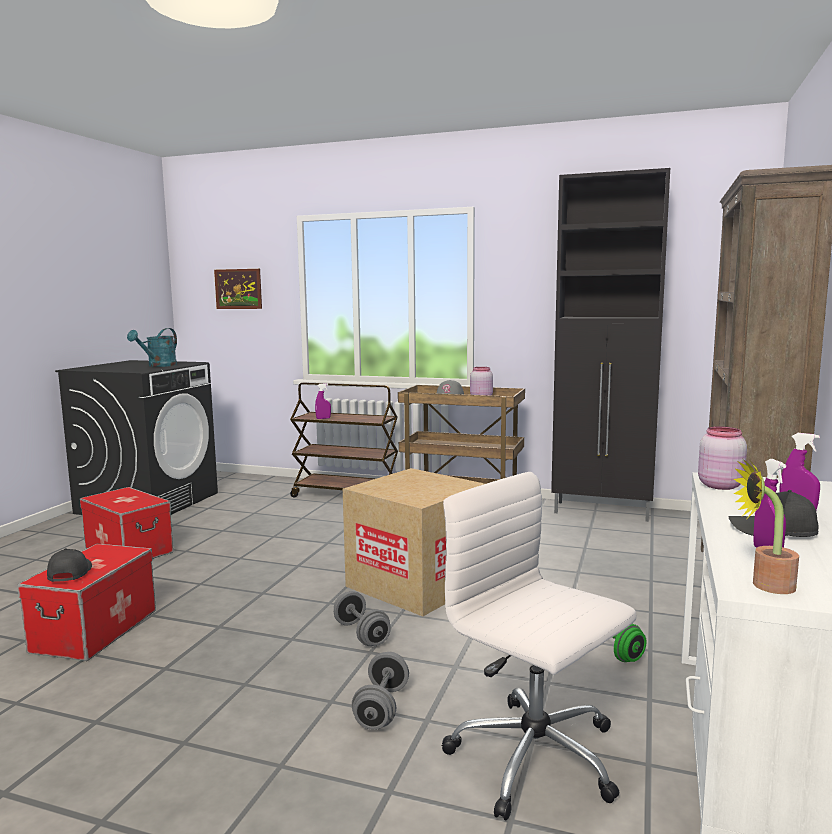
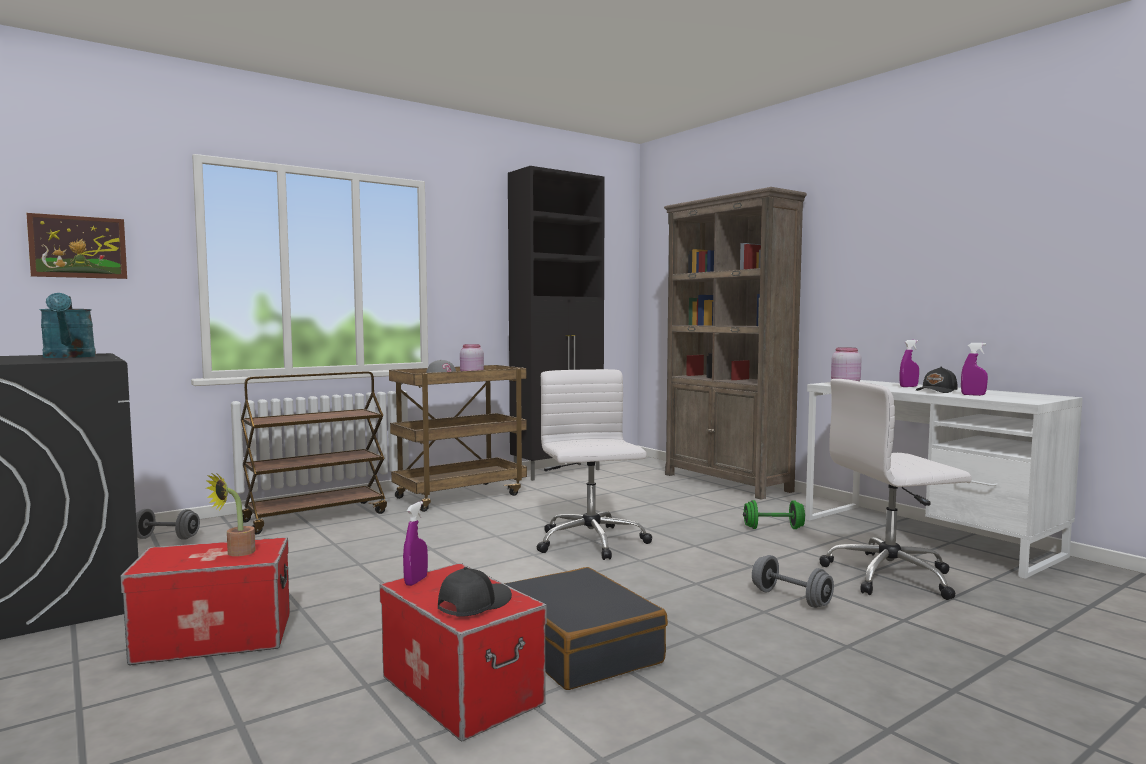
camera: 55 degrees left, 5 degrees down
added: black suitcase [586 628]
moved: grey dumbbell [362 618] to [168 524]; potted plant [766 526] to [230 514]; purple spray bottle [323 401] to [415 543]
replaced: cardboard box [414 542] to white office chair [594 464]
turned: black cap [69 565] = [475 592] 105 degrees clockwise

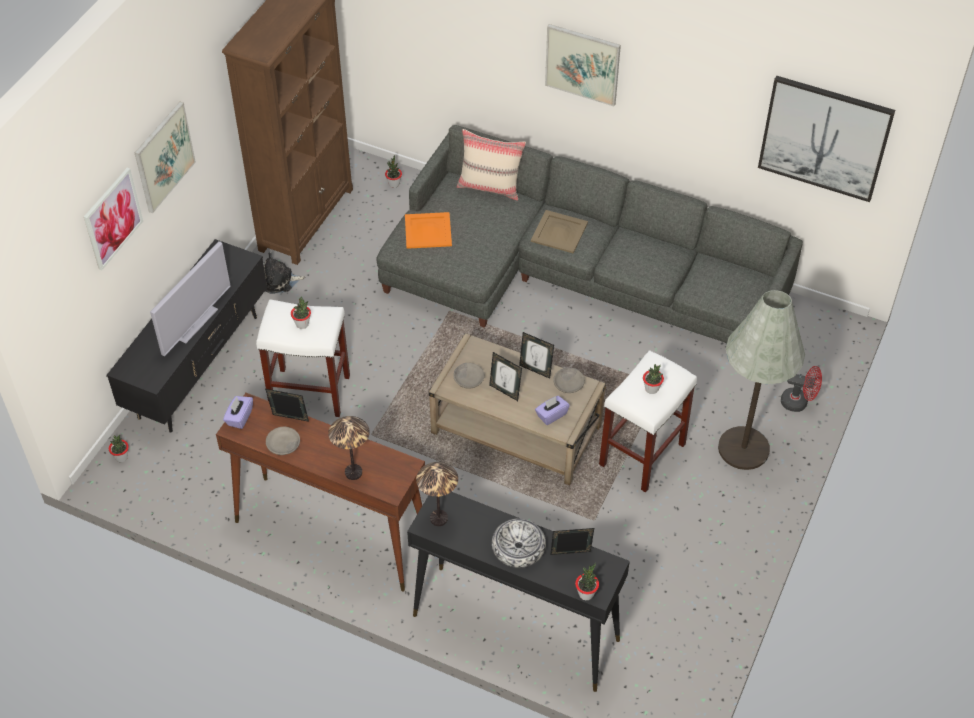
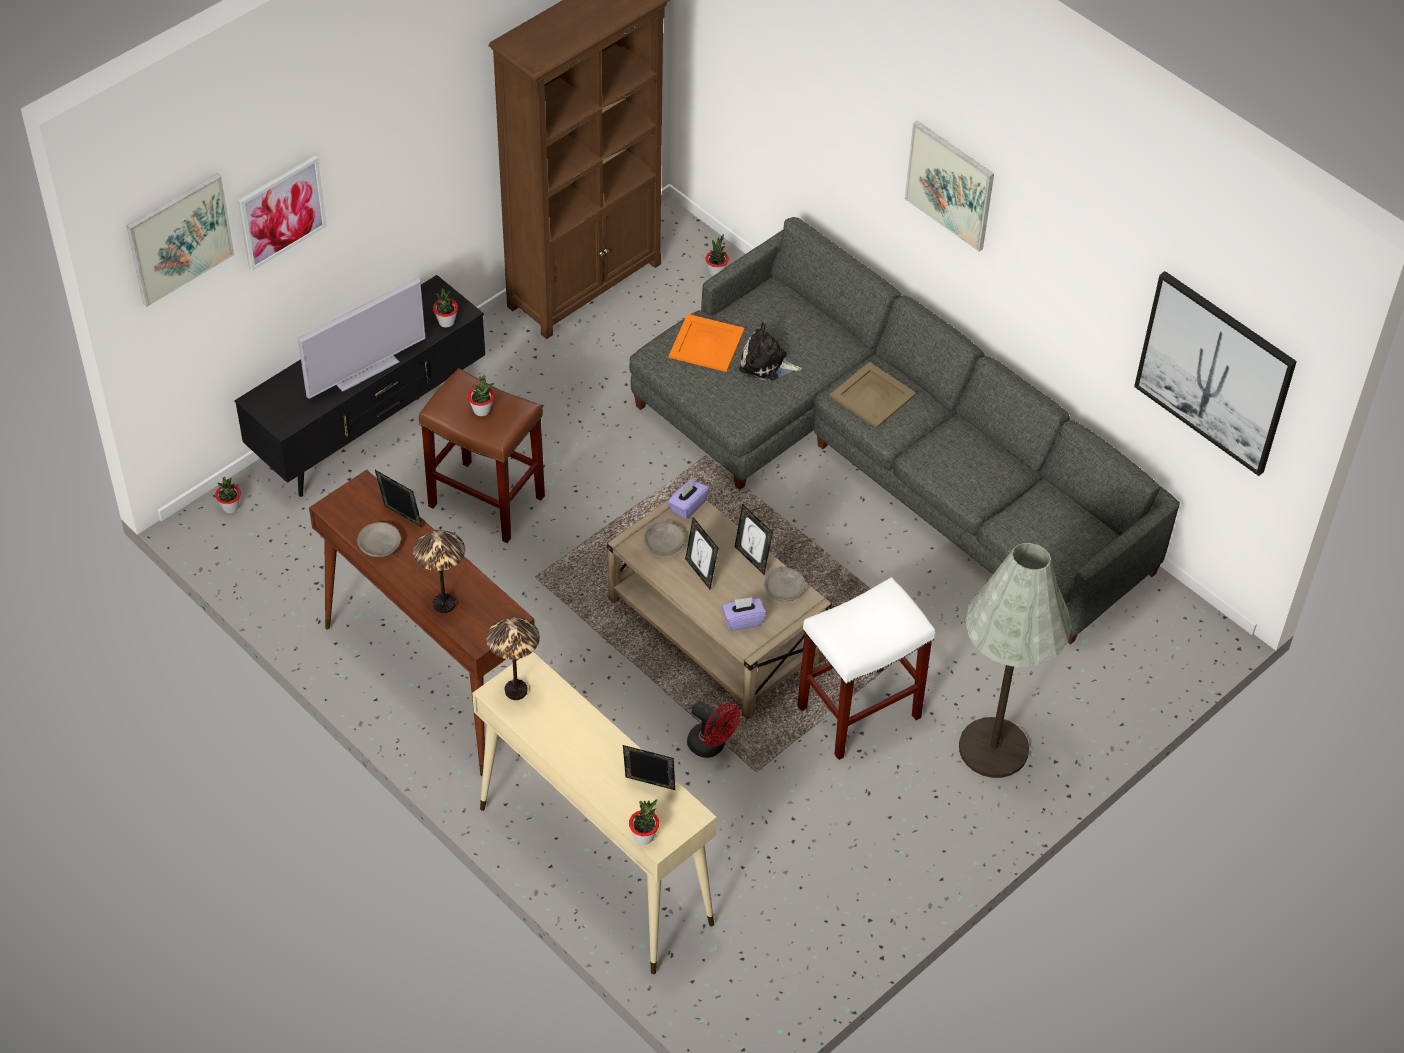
camera: 20 degrees right, 0 degrees up
removed: beige pillow [491 165]; bowl [519 543]
moved: picture [165 157] to [180 240]; potted plant [653 379] to [445 308]; purple tissue box [238 412] to [688 499]; red fan [801 389] to [713 729]; plush toy [284 273] to [770 351]
recoloured: white stool [303 358] to brown stool [482 455]; black console table [518 592] to beige console table [594 813]

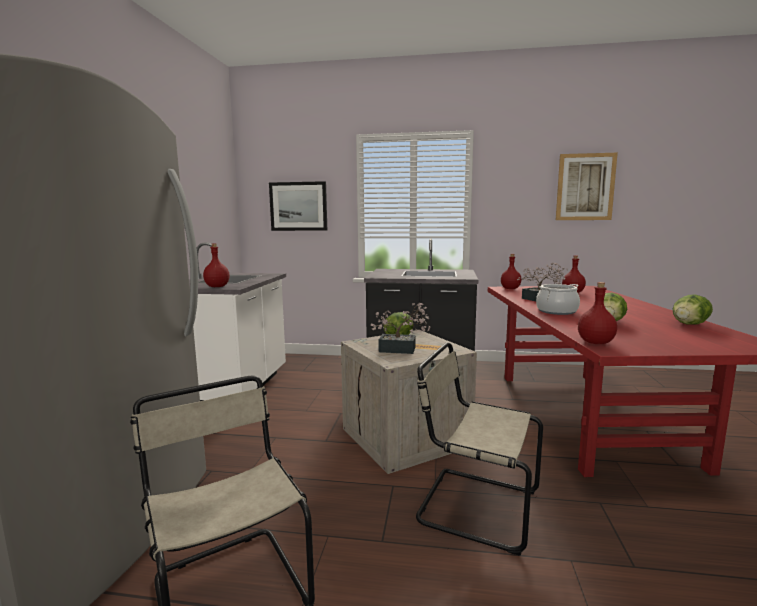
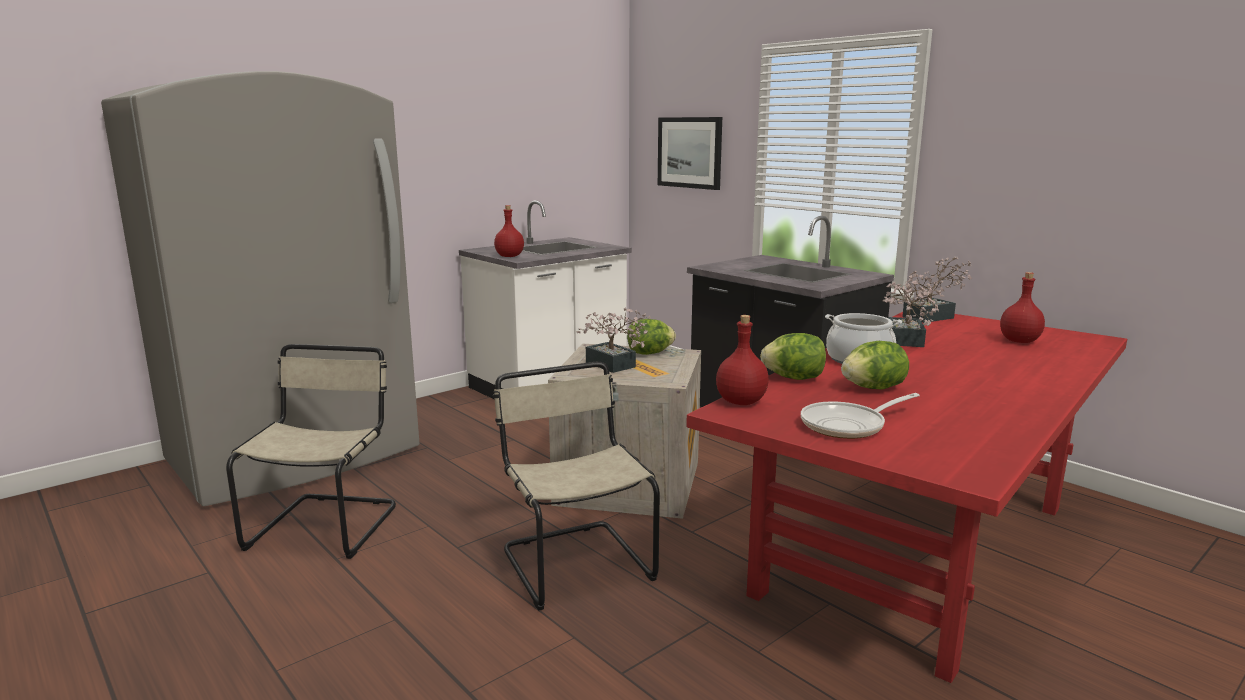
camera: 40 degrees right, 5 degrees up
removed: picture [587 186]
added: frying pan [860 416]
moved: lettuce [693 309] to [793 356]
replaced: red bottle [511 271] to potted plant [937 290]

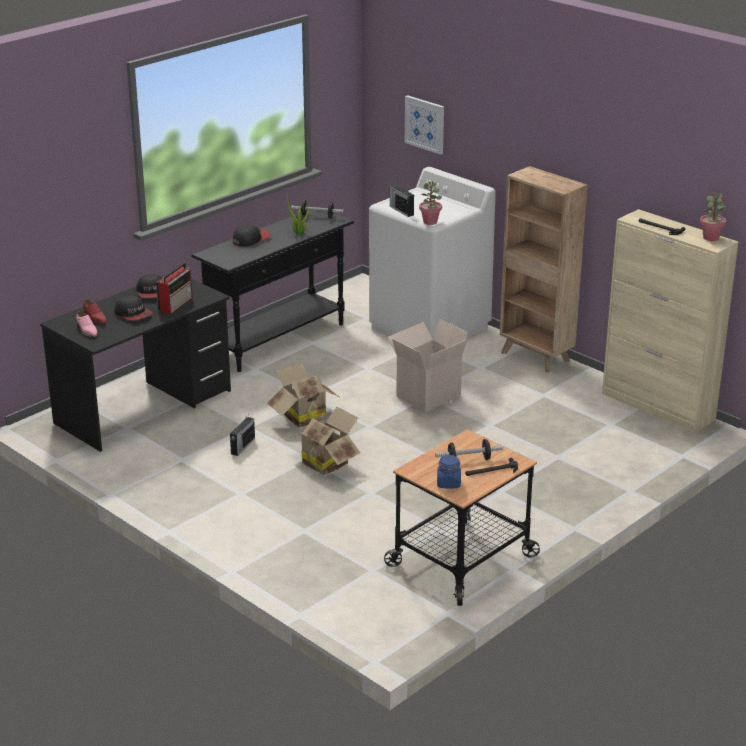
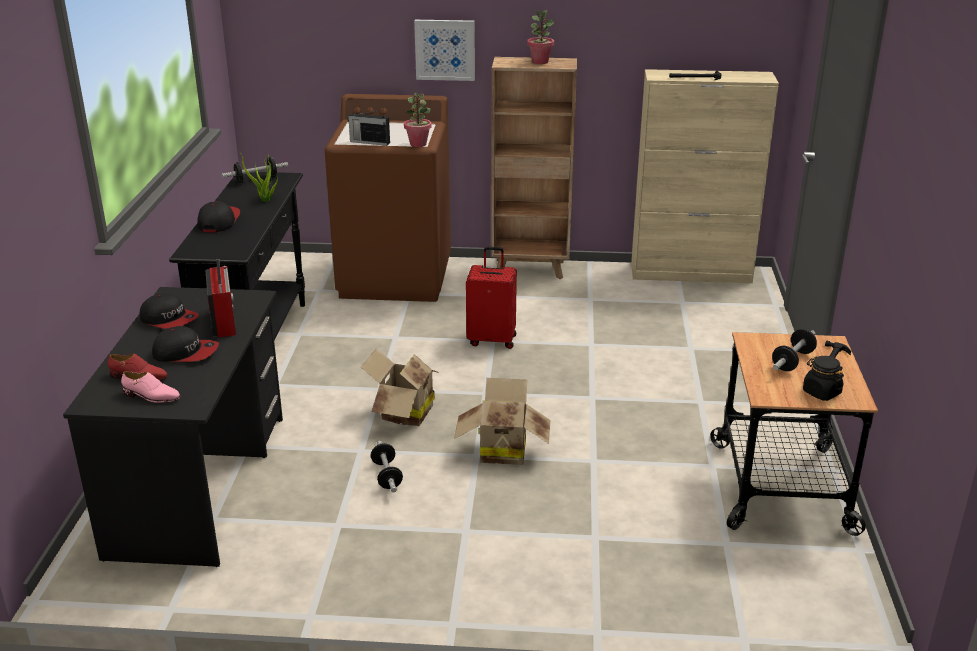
camera: 40 degrees left, 0 degrees up
moved: picture [424 125] to [444 50]; potted plant [713 216] to [540 37]
replaced: radio [242 435] to dumbbell [387 467]; cardboard box [428 365] to red suitcase [491 298]
recoloured: white washing machine [432 253] to brown washing machine [388 198]; blue jar [449 471] to black jar [823 378]

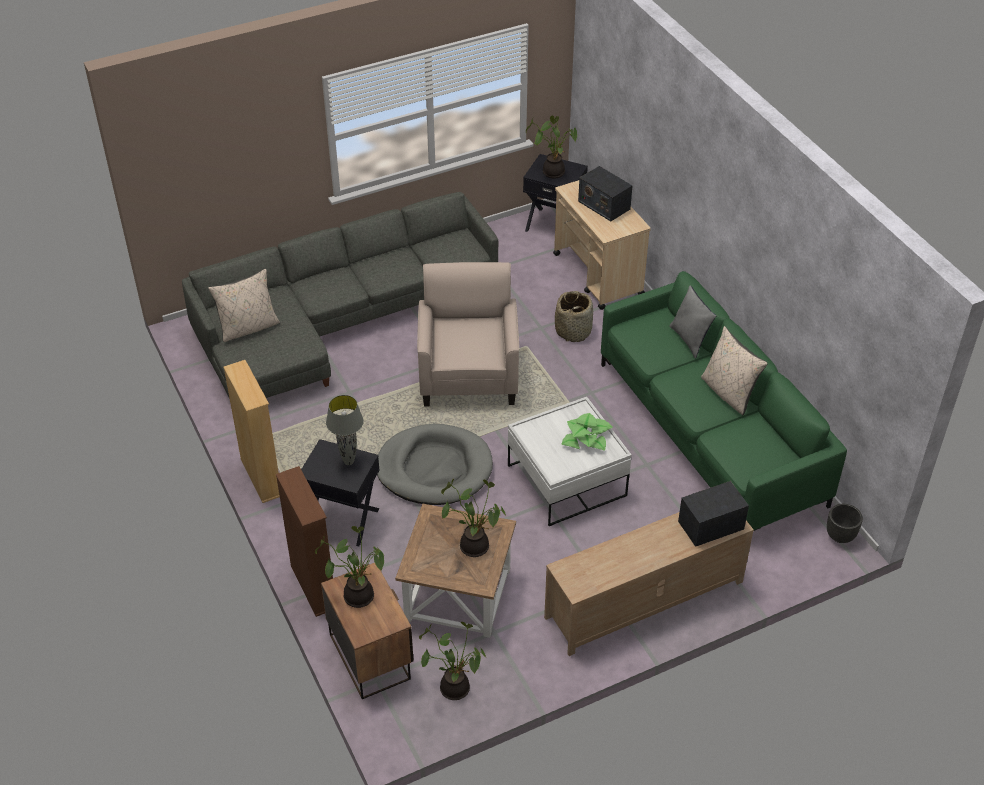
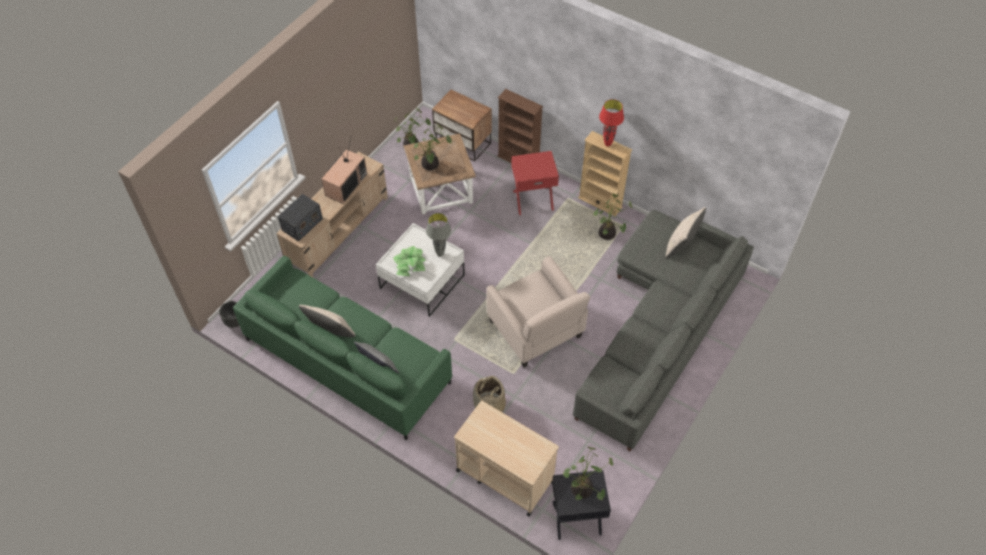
camera: 150 degrees right, 10 degrees up
removed: grey dog bed [435 464]; radio [605 193]
added: television [344 169]; red table lamp [611 122]
moved: grey table lamp [345 430] to [438 234]; potted plant [350 567] to [613 216]
recoloured: black side table [340 492] to red side table [535 183]

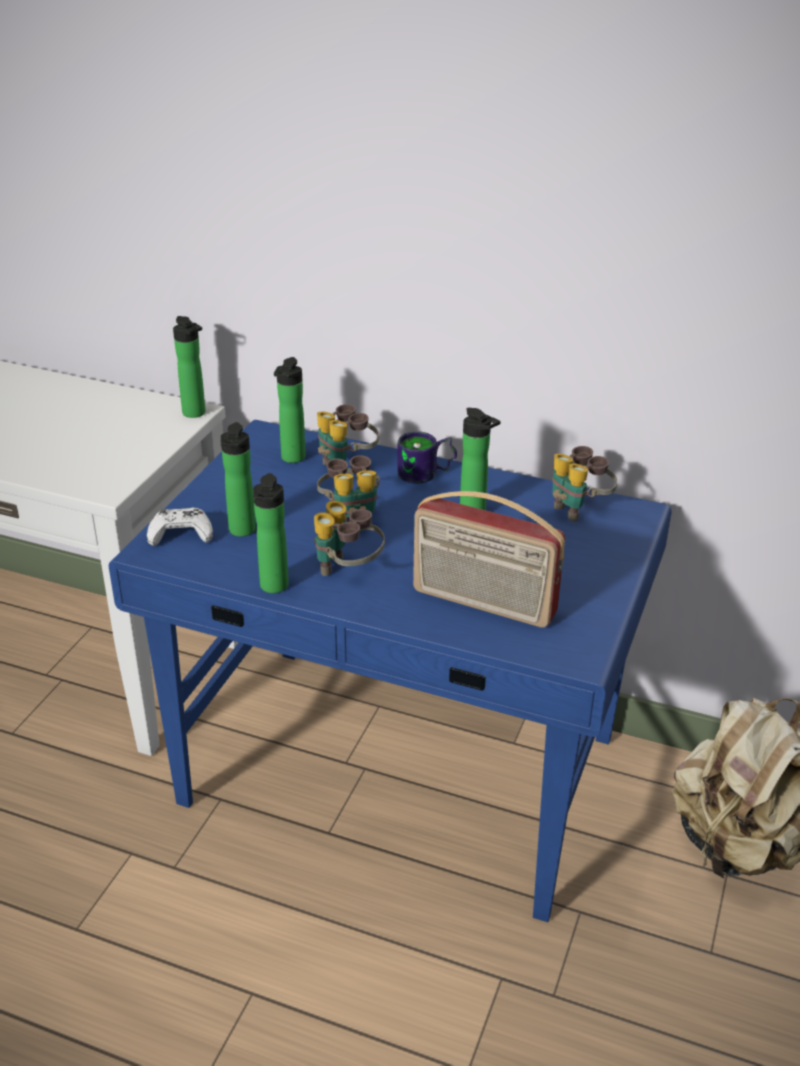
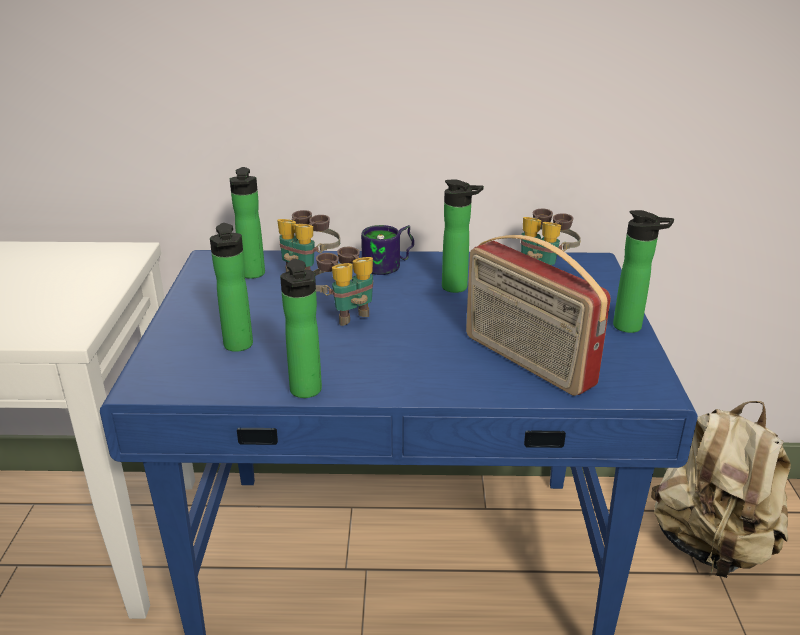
camera: 20 degrees left, 5 degrees down
removed: white game controller [180 527]; binoculars [349 538]
moved: bottle [189 367] to [643 271]
turned: radio [489 559] = [538 315] 45 degrees clockwise

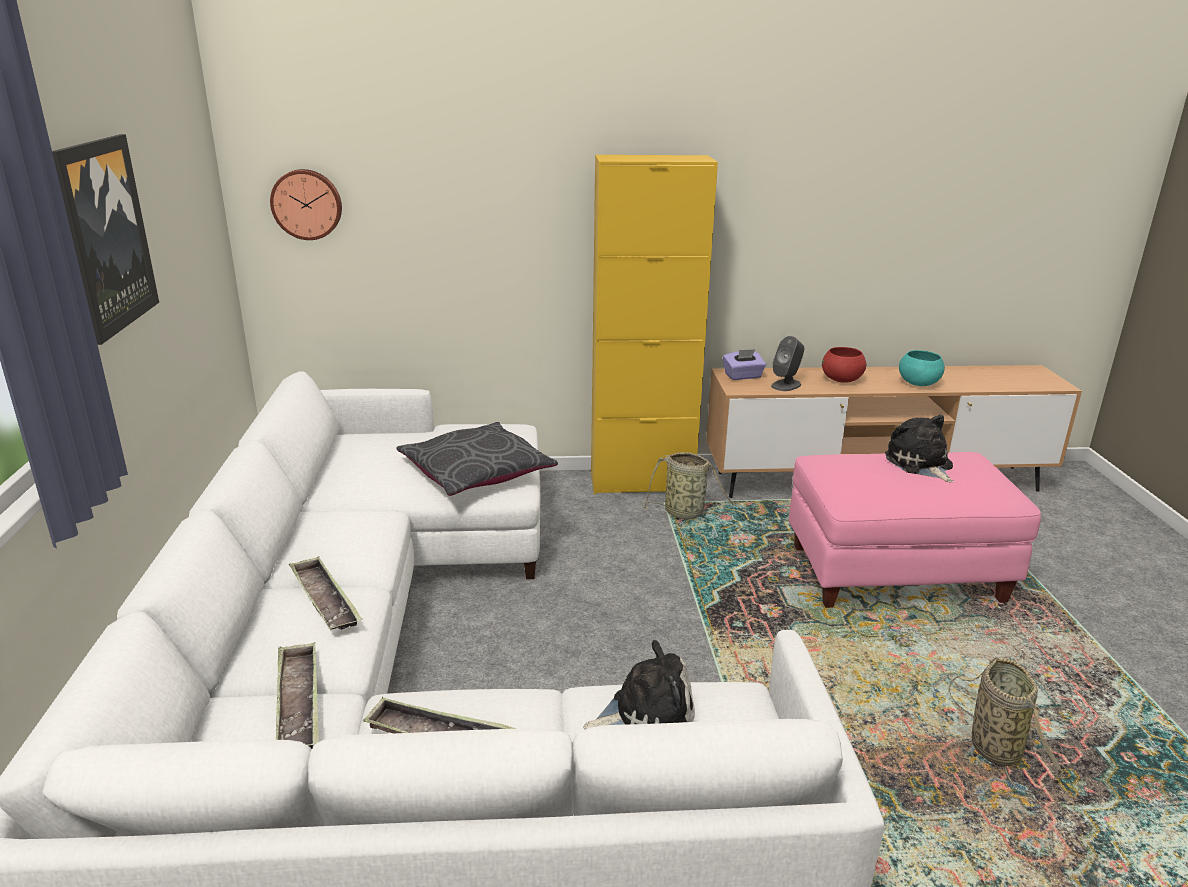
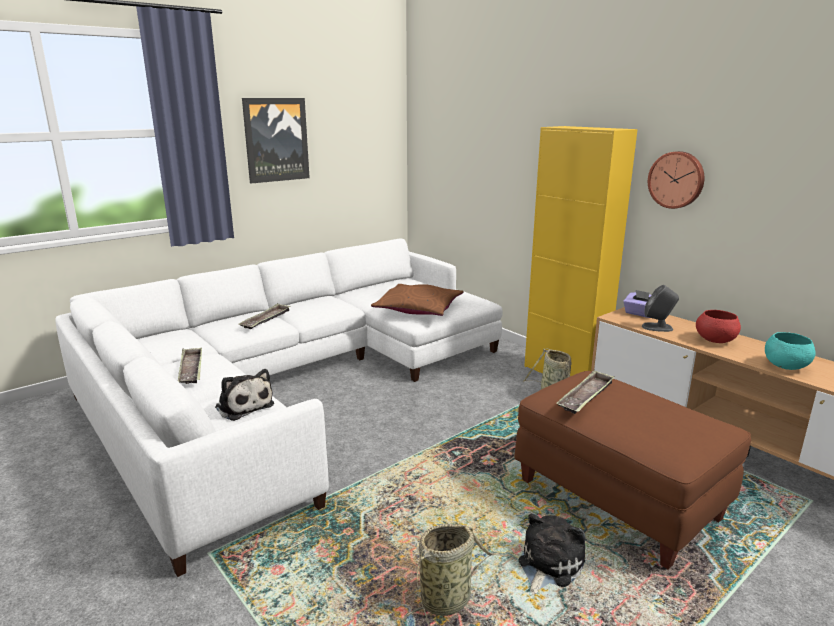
camera: 55 degrees right, 5 degrees down
moved: plush toy [919 448] to [552 554]; tray [297 695] to [585 392]; wall clock [306 204] to [676 180]
recoloured: grey pillow [477 459] to brown pillow [417 300]; pink ottoman [915 530] to brown ottoman [633 470]

